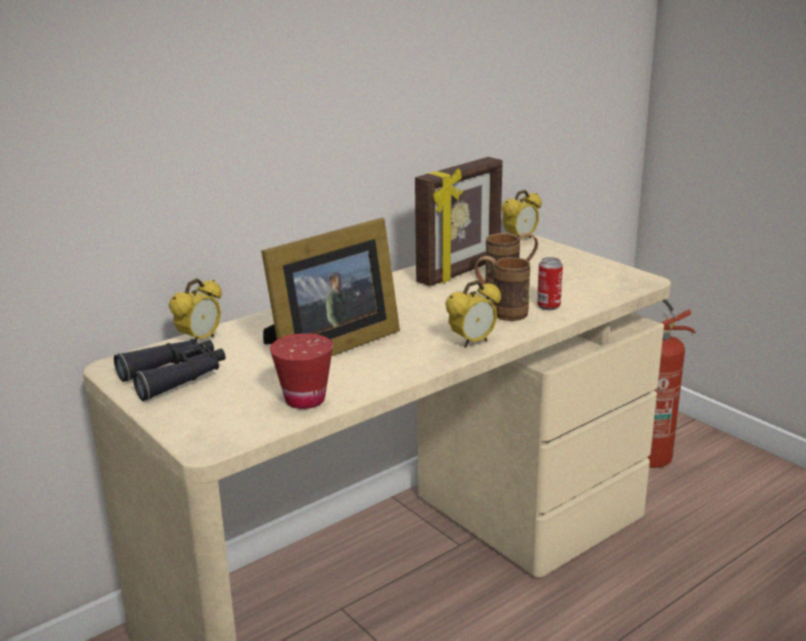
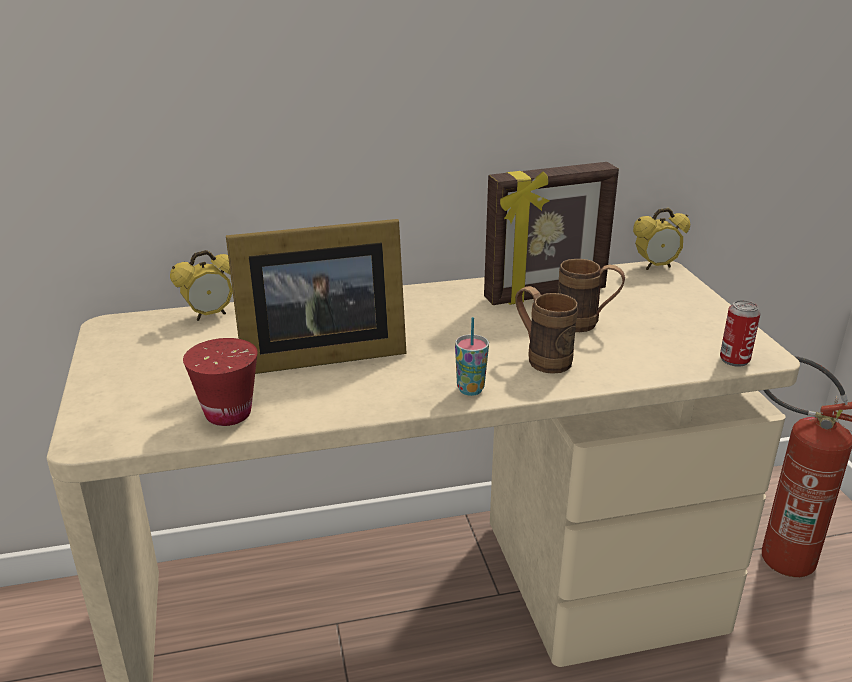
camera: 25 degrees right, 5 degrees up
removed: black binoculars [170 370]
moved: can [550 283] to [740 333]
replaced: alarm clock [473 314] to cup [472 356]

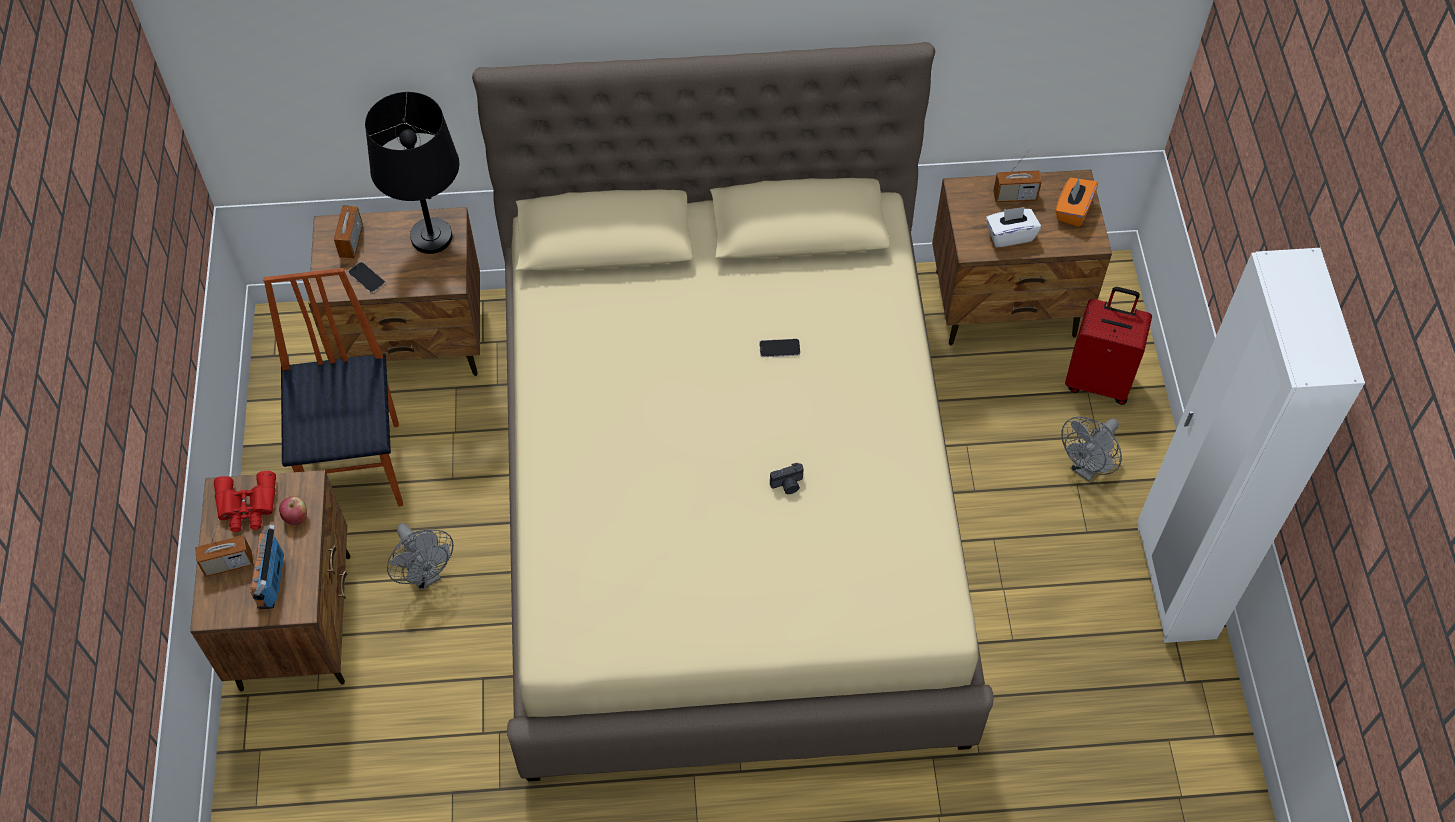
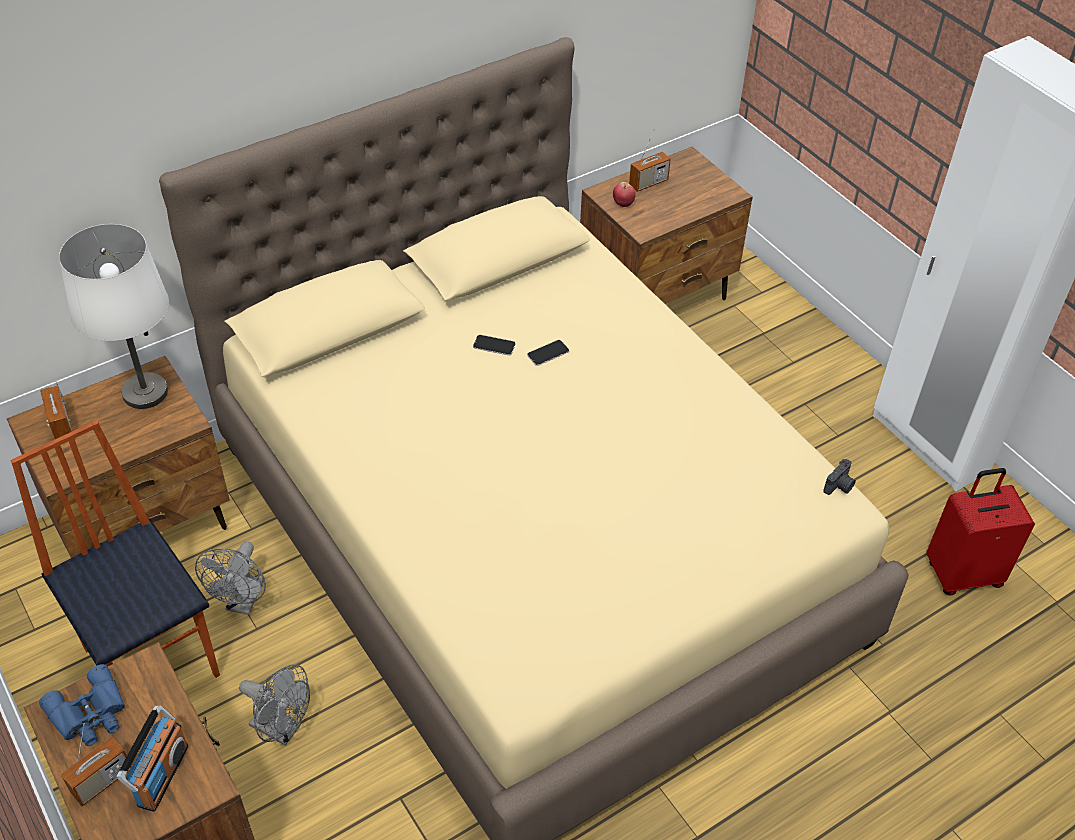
camera: 30 degrees left, 10 degrees down
removed: white tissue box [1013 227]; orange tissue box [1076 202]
moved: grey fan [1091 449] to [230 578]; phone [366 277] to [494 345]; apple [293 510] to [624 194]; photo camera [787 478] to [839 477]; red suitcase [1108 346] to [980 532]
recoloured: red binoculars [245 501] to blue binoculars [82 705]; black table lamp [412 173] to white table lamp [114 316]
turned: radio [267 566] = [152 758] 135 degrees counterclockwise

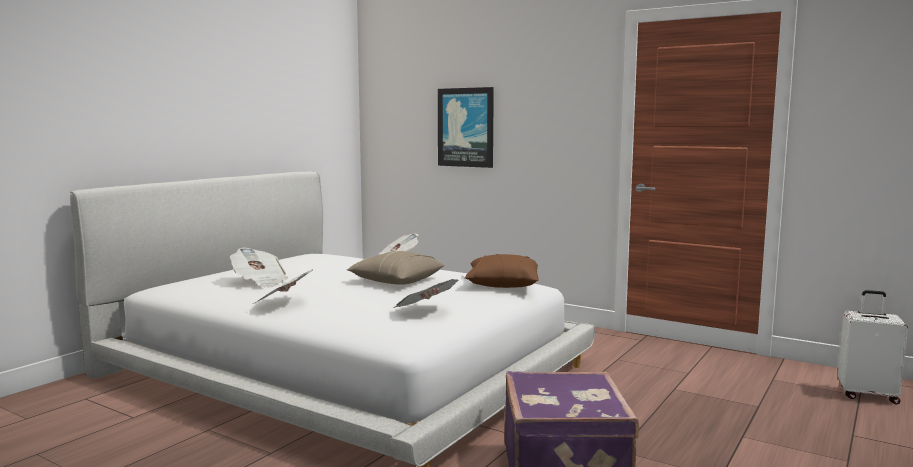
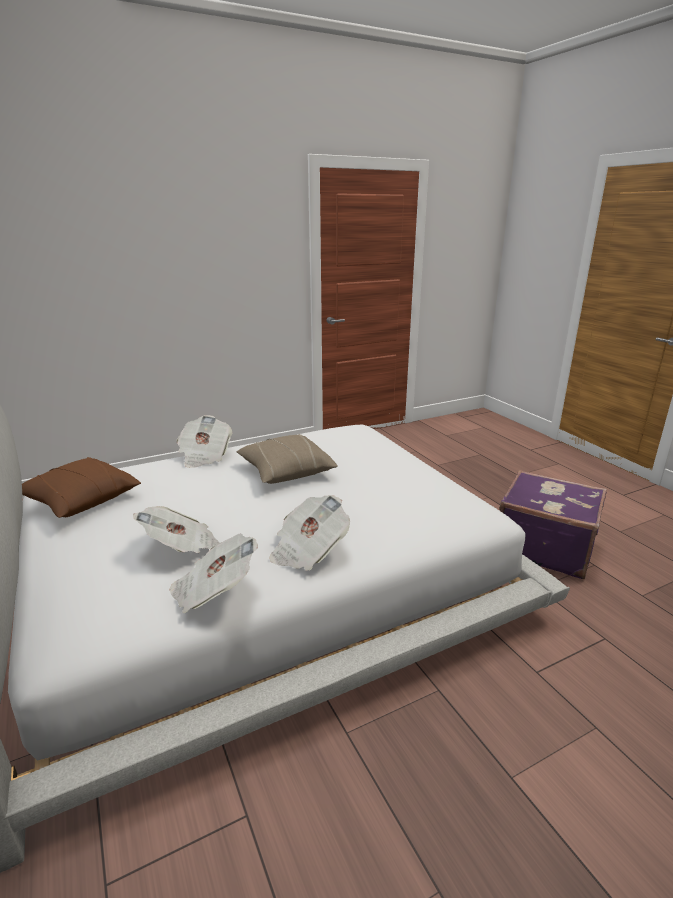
camera: 60 degrees left, 15 degrees up
removed: picture [466 127]; white suitcase [873 347]
moved: brown pillow [502 271] to [81 487]; newspaper [426 293] to [213 573]

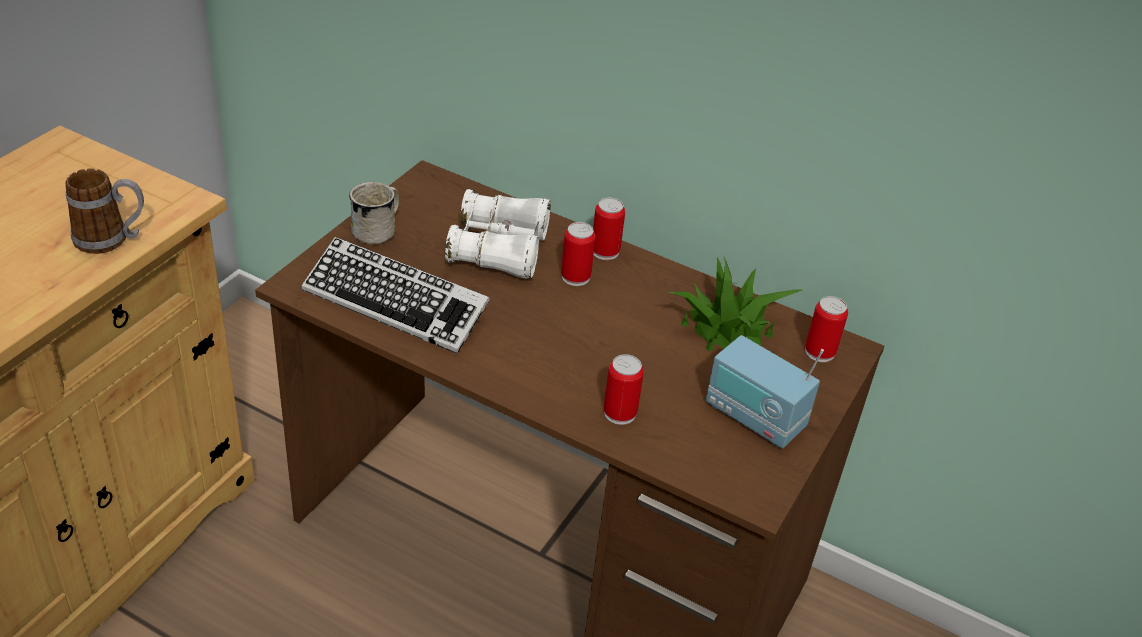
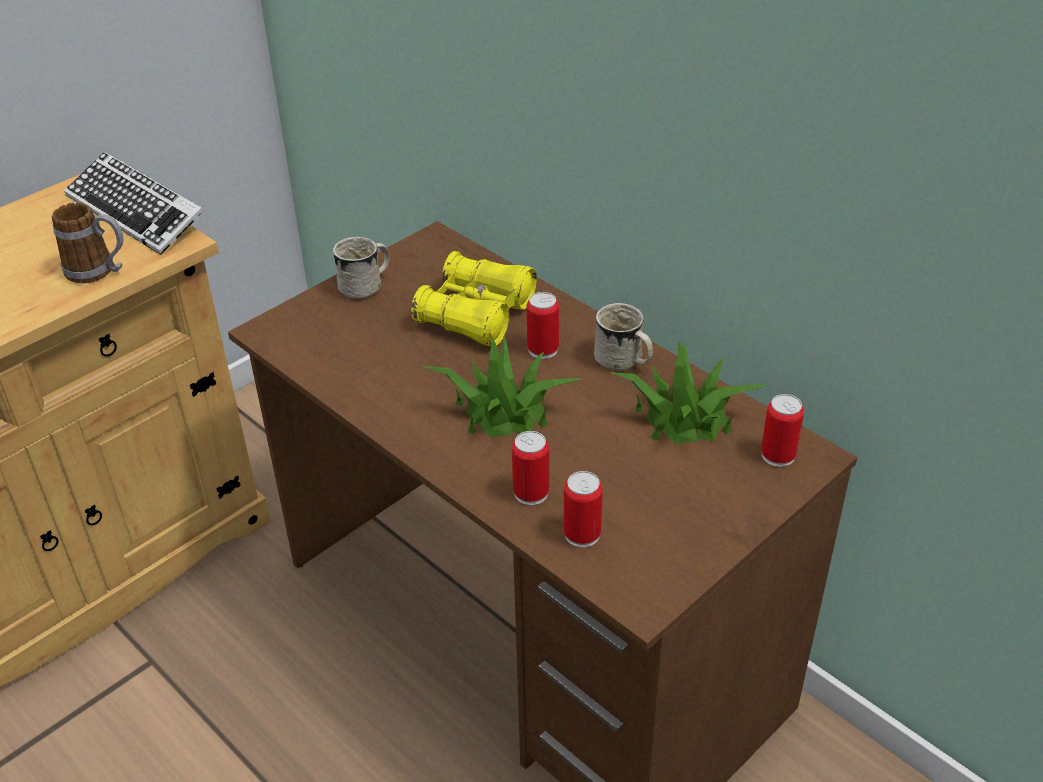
camera: 20 degrees right, 0 degrees up
removed: radio [765 391]
added: potted plant [501 386]; white mug [623 337]
moved: keyboard [396 295] to [134 203]; can [609 228] to [583 509]
recoloured: white binoculars [498 234] to yellow binoculars [474 299]

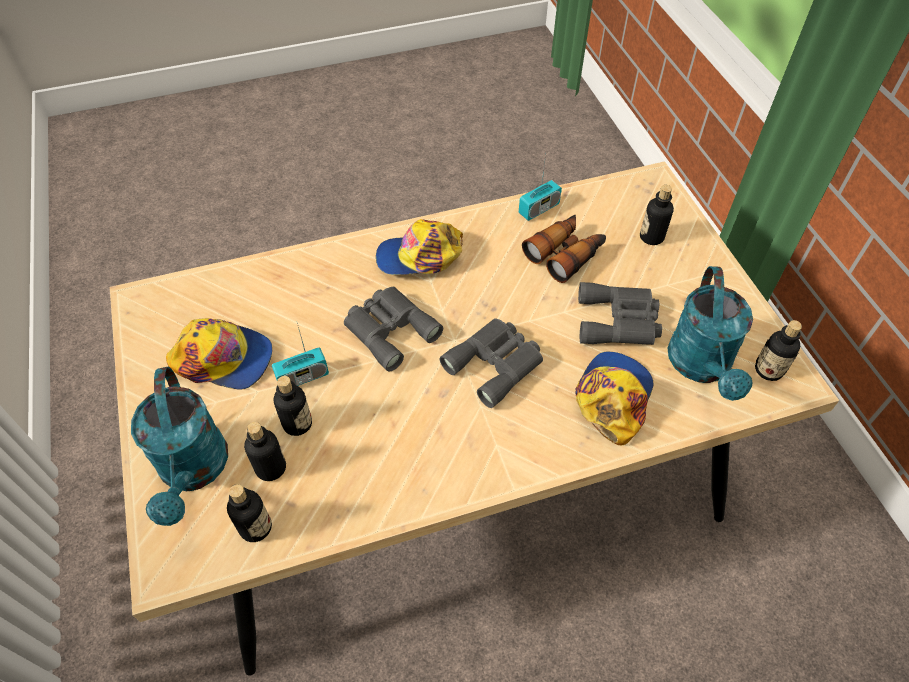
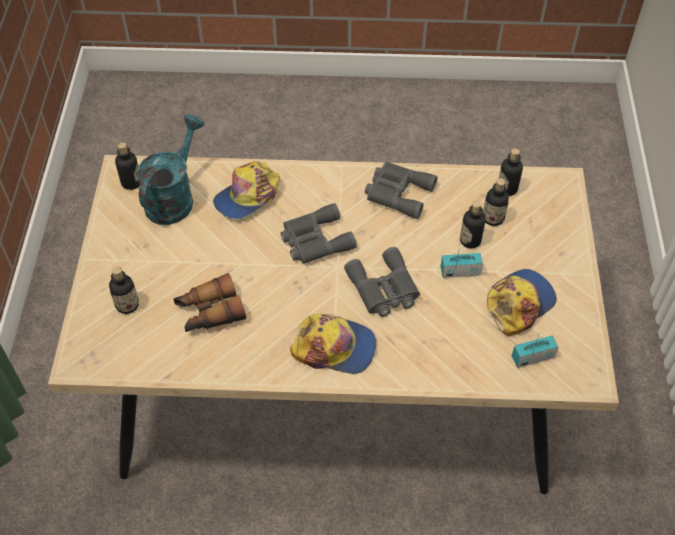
camera: 160 degrees left, 0 degrees up
removed: turquoise watering can [179 446]
moved: grey binoculars [620 313] to [401 190]; radio [540 188] to [535 351]
turned: cap [219 354] = [522 302] 105 degrees clockwise

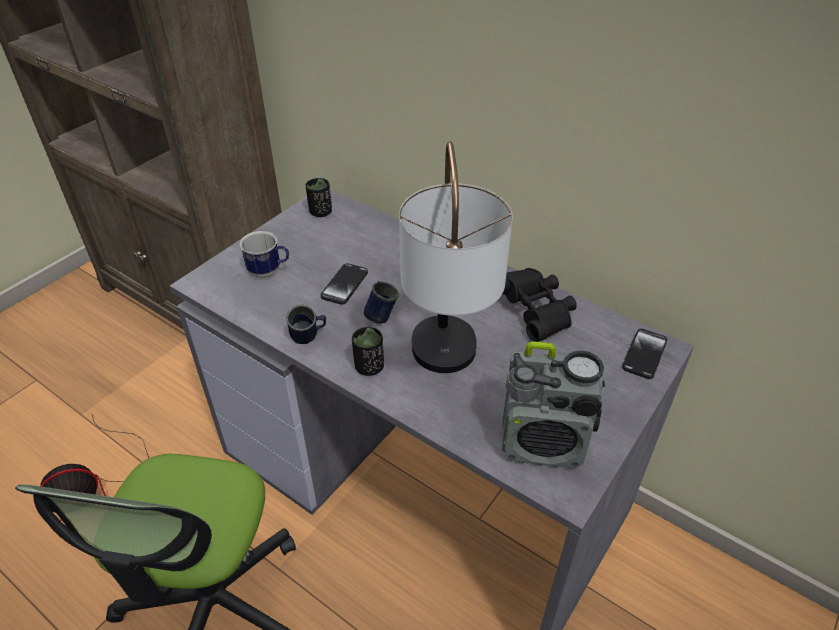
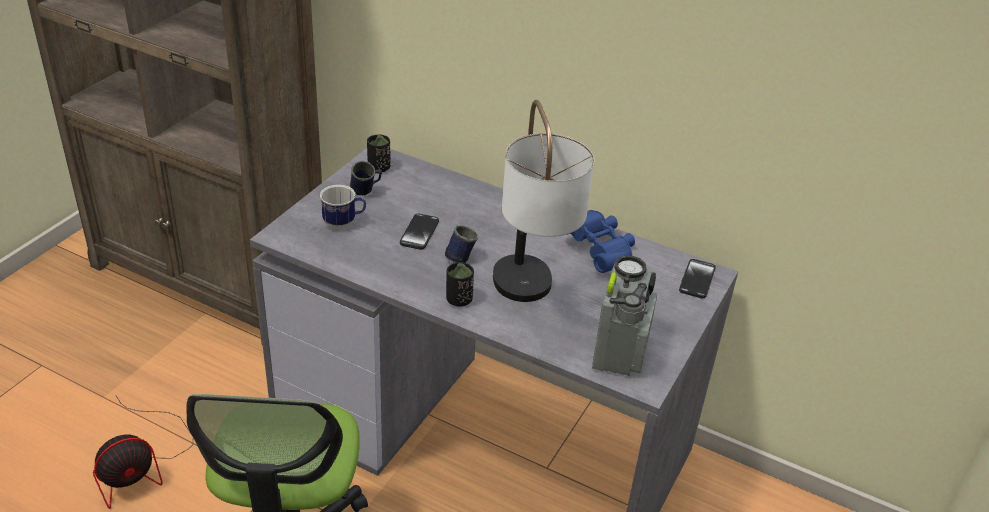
camera: 10 degrees left, 5 degrees down
moved: blue mug [306 324] to [366 178]
recoloured: black binoculars [539 305] to blue binoculars [601 241]
turned: radio [553 404] = [625 315] 75 degrees counterclockwise

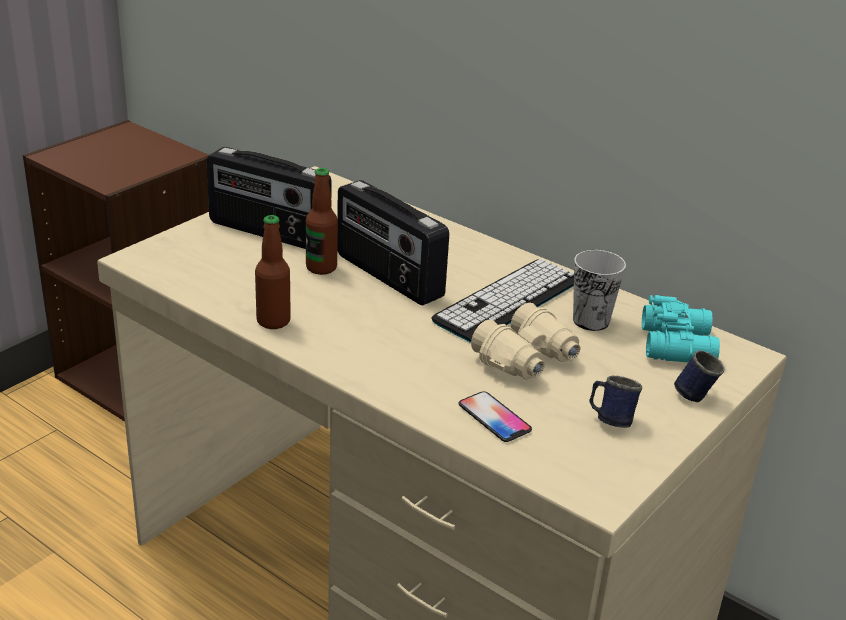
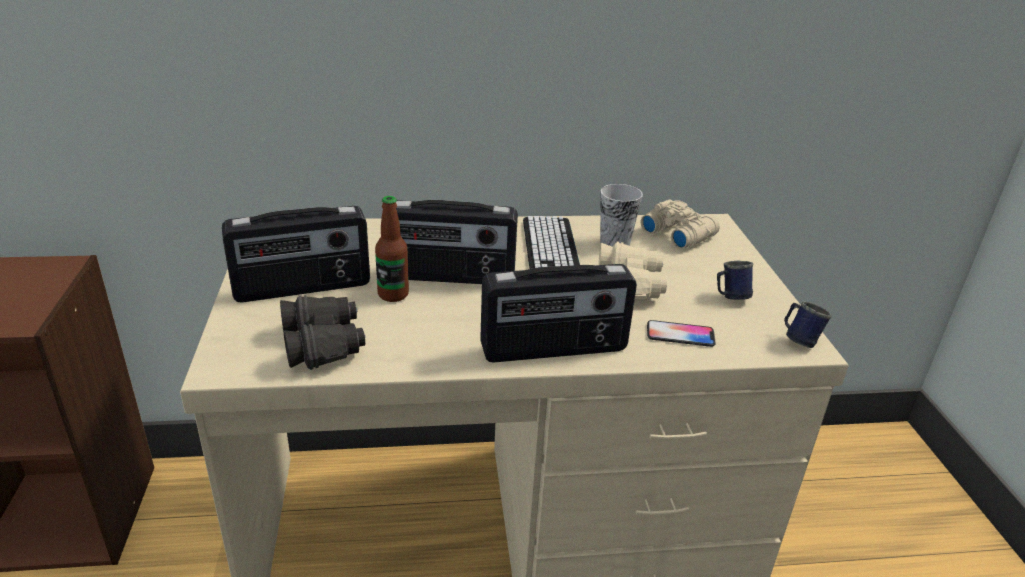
camera: 45 degrees left, 0 degrees up
removed: bottle [273 272]
added: black binoculars [323 332]; radio [558 313]
moved: blue mug [699 376] to [808 324]
recoloured: turquoise binoculars [681 328] to beige binoculars [680 224]

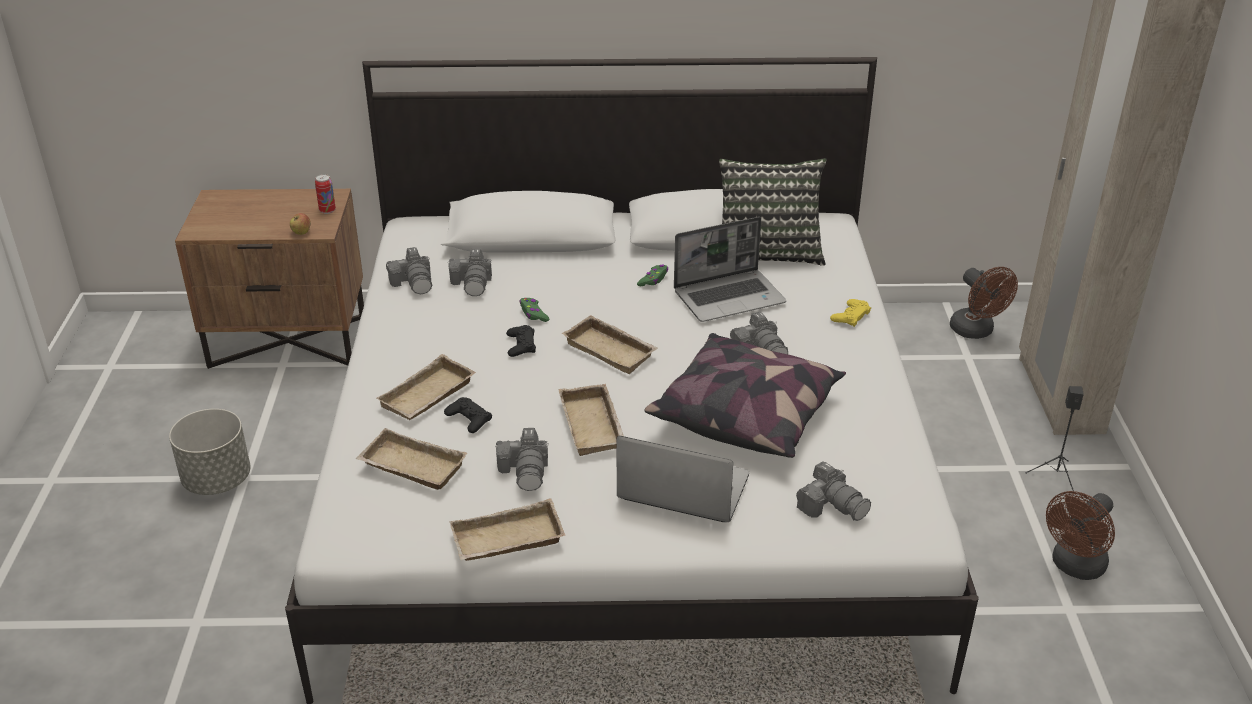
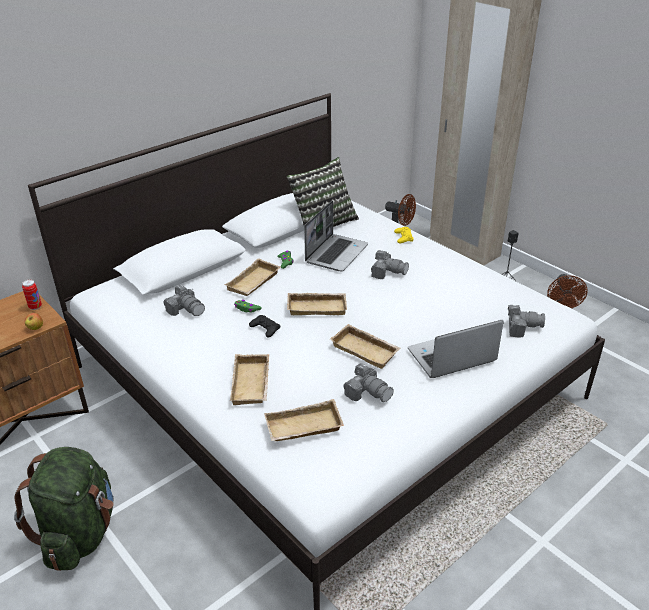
camera: 40 degrees left, 0 degrees up
removed: photo camera [409 270]; black game controller [468 415]; pillow [745 395]
moved: beige tray [507 529] to [252 277]
replaced: grey planter [210 452] to green backpack [64 509]

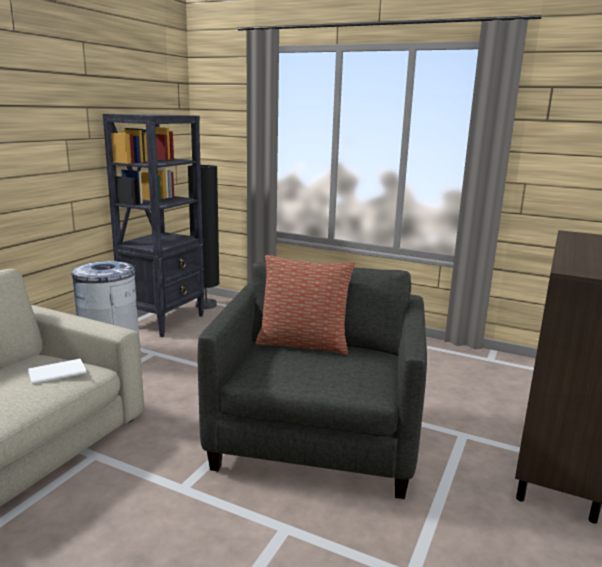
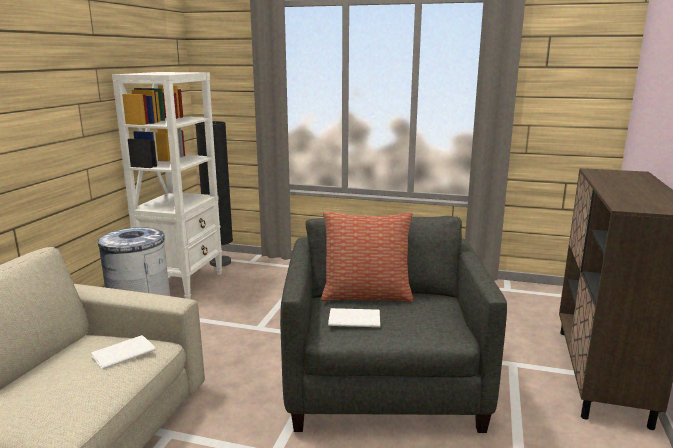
camera: 10 degrees left, 0 degrees up
added: white book [354 317]
recoloured: black bookcase [154 225] to white bookcase [167 185]

